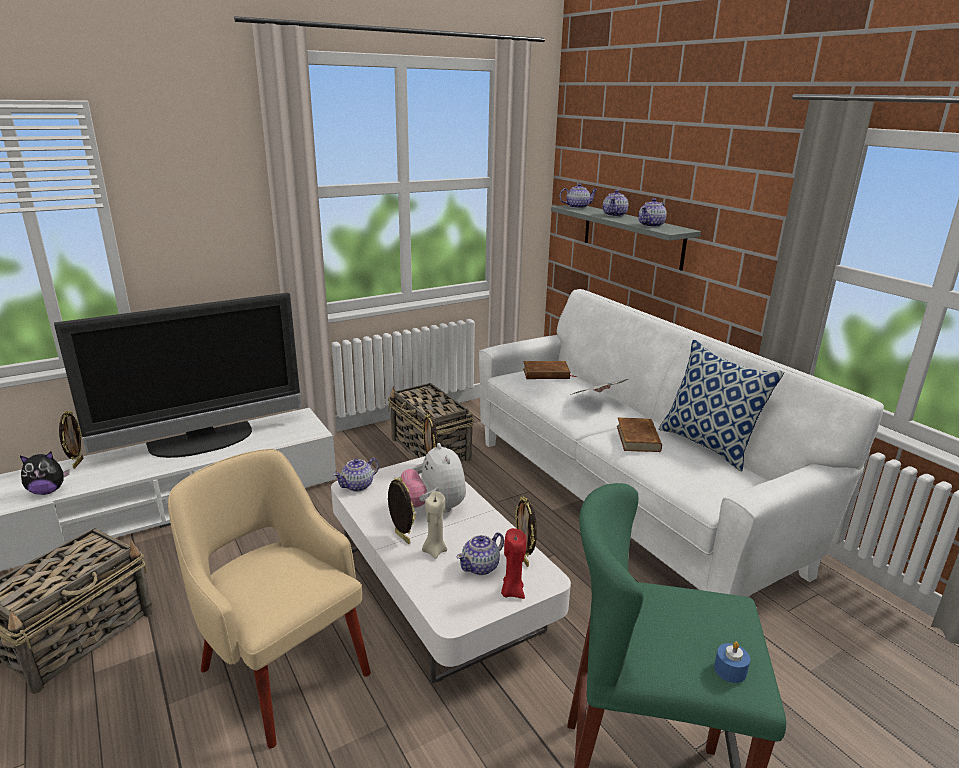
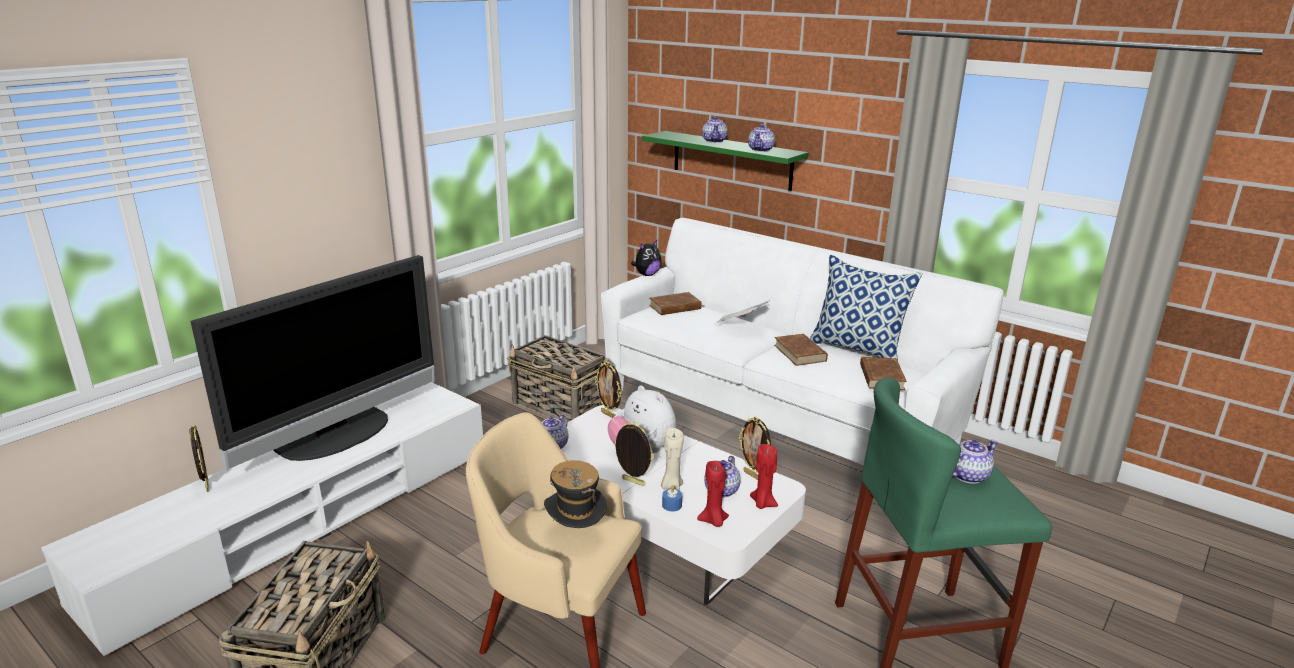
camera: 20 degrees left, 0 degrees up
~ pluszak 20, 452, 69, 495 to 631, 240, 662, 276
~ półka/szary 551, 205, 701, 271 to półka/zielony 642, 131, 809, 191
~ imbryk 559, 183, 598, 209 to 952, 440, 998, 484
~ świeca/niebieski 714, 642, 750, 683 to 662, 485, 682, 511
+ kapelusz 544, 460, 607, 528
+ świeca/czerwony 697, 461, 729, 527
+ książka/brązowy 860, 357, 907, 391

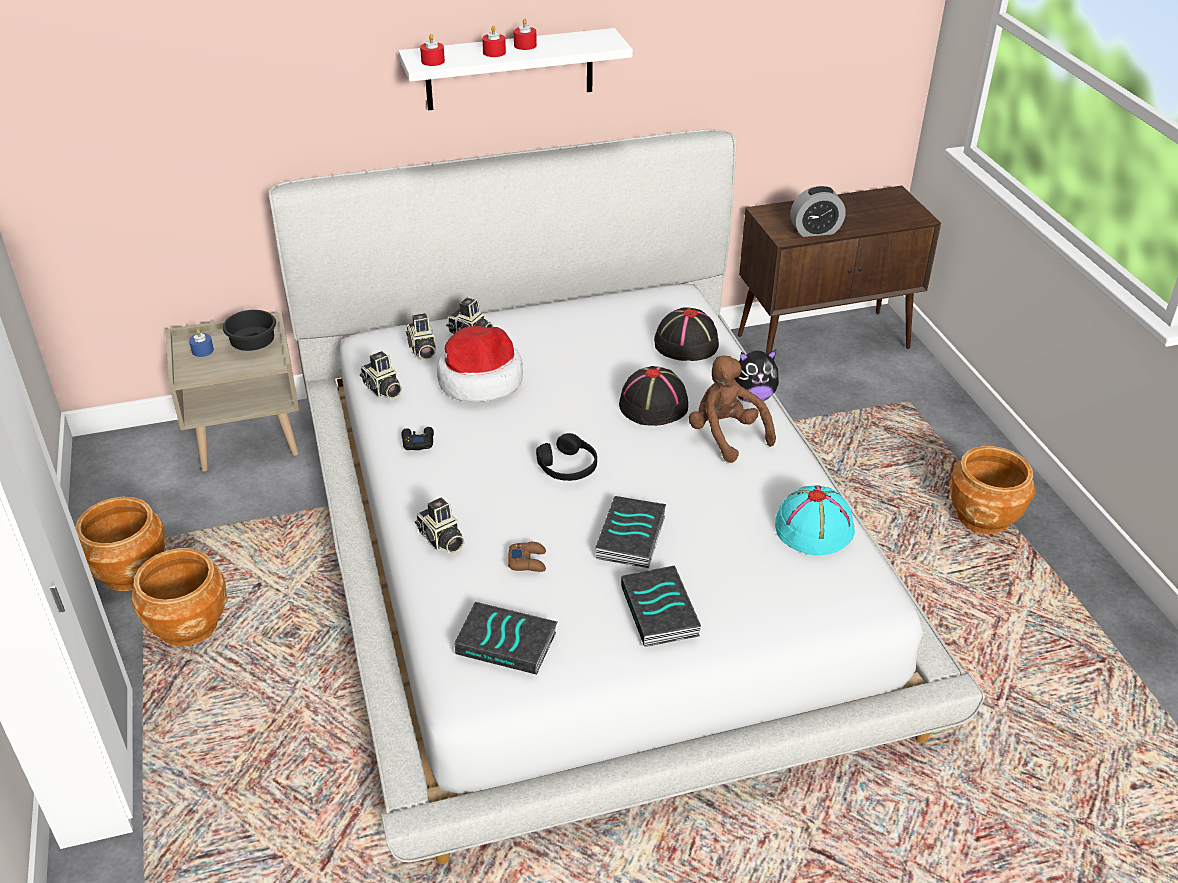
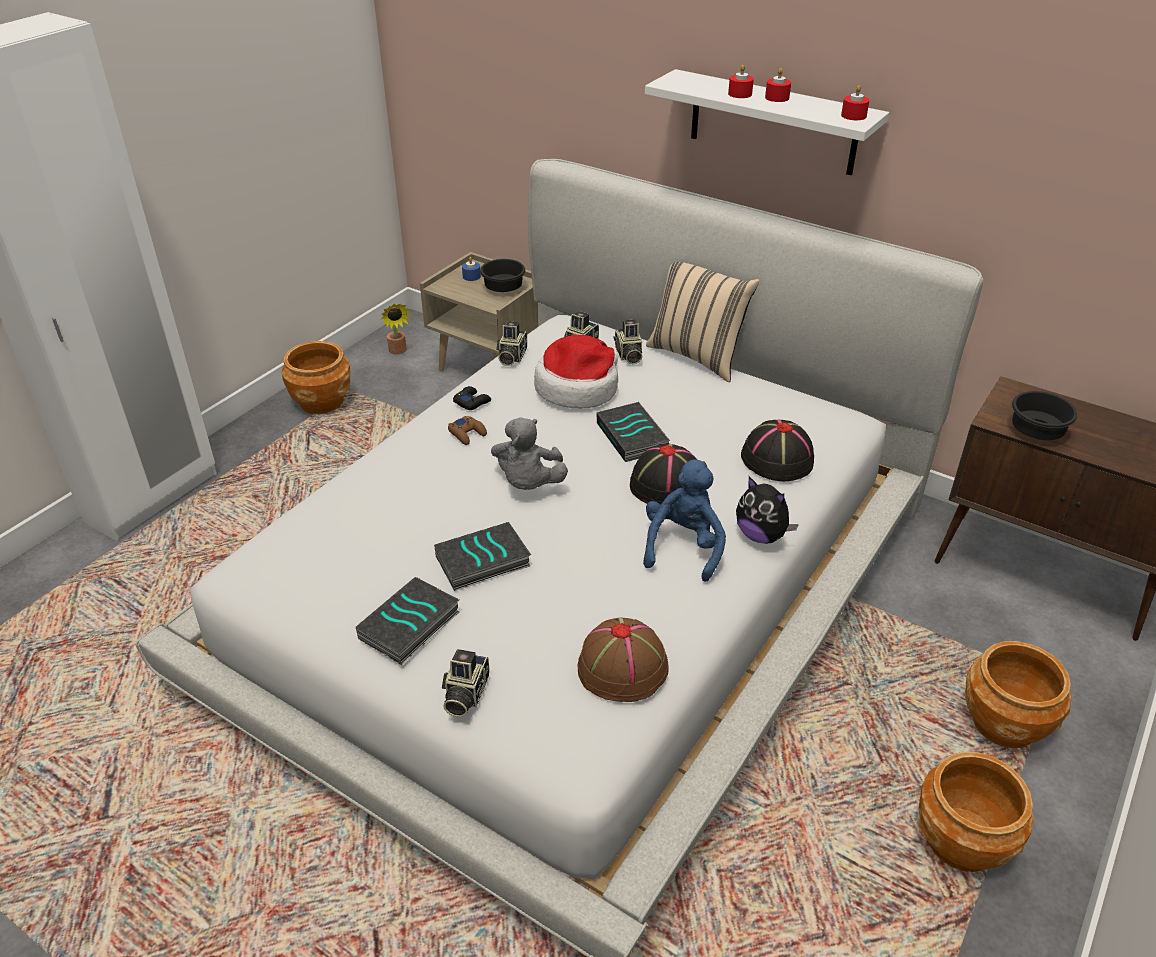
camera: 50 degrees right, 0 degrees up
~ donica/brązowy 132, 548, 228, 646 to 965, 641, 1071, 748
~ aparat fotograficzny 415, 498, 465, 553 to 442, 649, 489, 717
~ świeca/czerwony 420, 34, 445, 66 to 841, 85, 870, 120
~ książka 454, 602, 557, 675 to 597, 402, 670, 462
~ pad do gier/brązowy 508, 542, 546, 572 to 448, 416, 487, 445
~ słuchawki/czarny 536, 433, 597, 481 to pluszak/szary 491, 417, 568, 490
~ pluszak/brązowy 689, 355, 776, 463 to pluszak/niebieski 643, 459, 726, 582
~ kapelusz/turkusowy 775, 485, 855, 556 to kapelusz/brązowy 578, 617, 669, 702
~ budzik 790, 186, 846, 237 to miska/czarny 1012, 391, 1077, 440
+ roślina doniczkowa 381, 304, 411, 355
+ poduszka/beżowy 646, 262, 759, 382

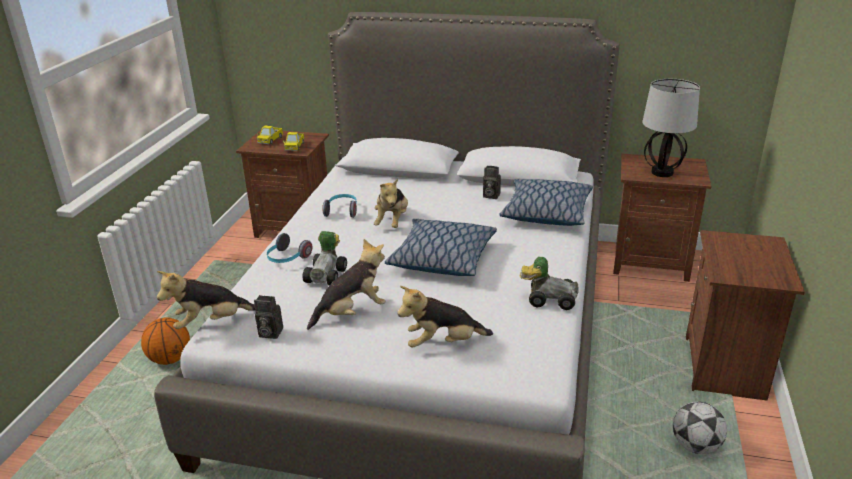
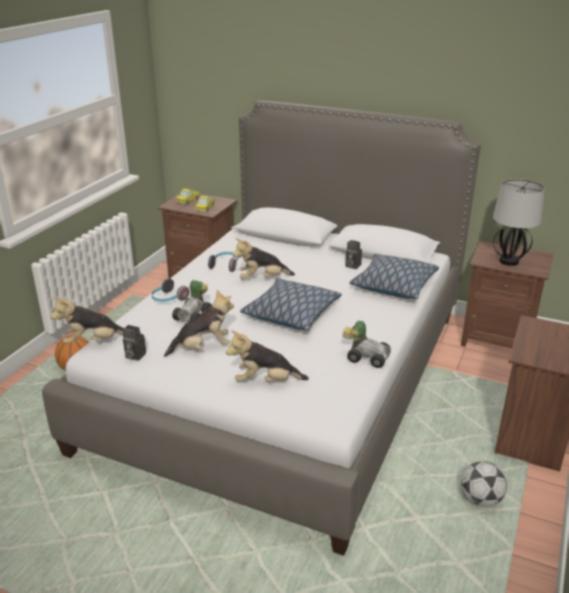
camera: 10 degrees right, 0 degrees up
~ pluszak 374, 179, 408, 228 = 233, 238, 295, 279 60 degrees clockwise

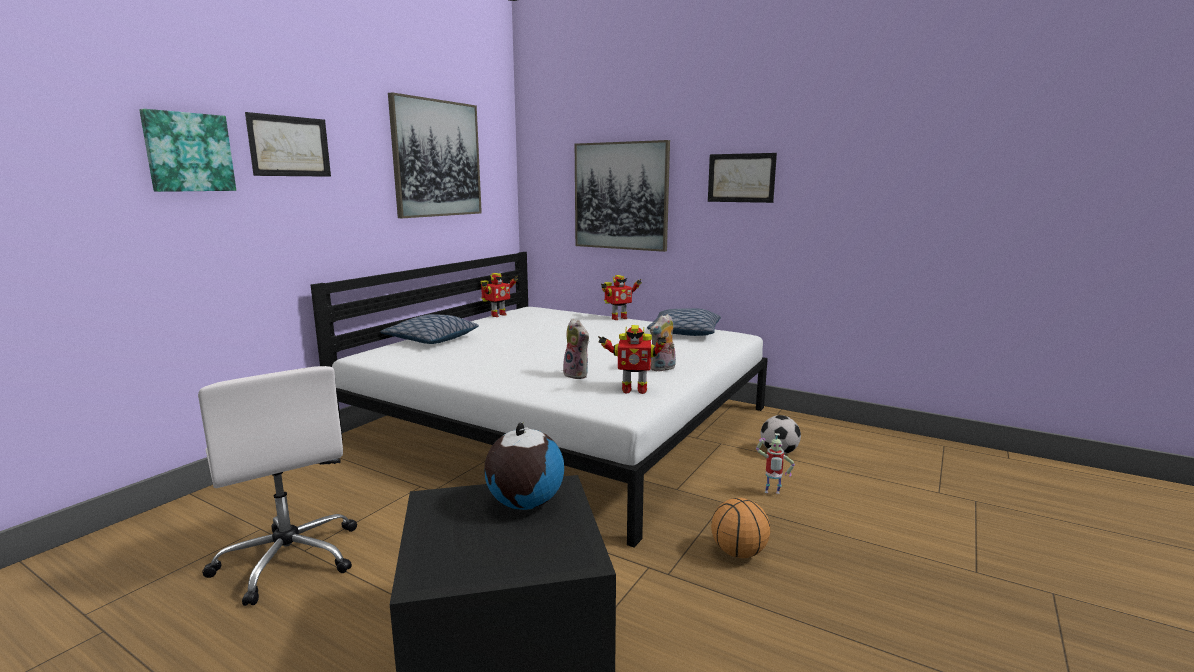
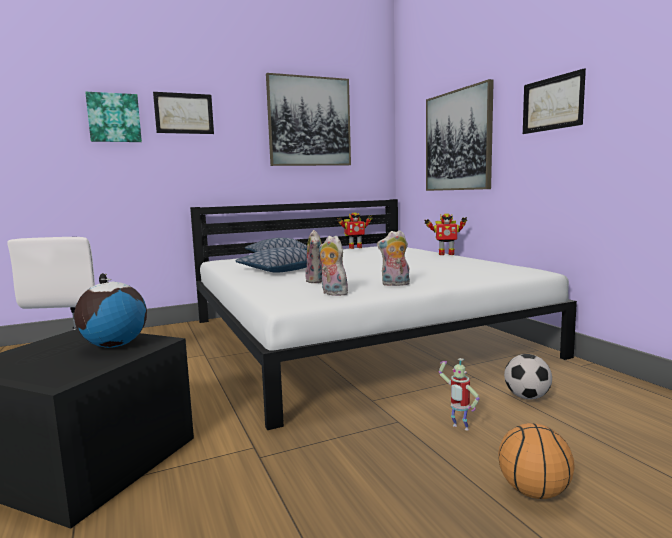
camera: 35 degrees right, 5 degrees down
~ robot zabawkowy 598, 325, 666, 394 to pluszak 319, 236, 348, 296
~ poduszka 647, 308, 721, 336 to 235, 247, 307, 273
~ piłka do koszykówki 711, 498, 770, 558 to 498, 423, 575, 499

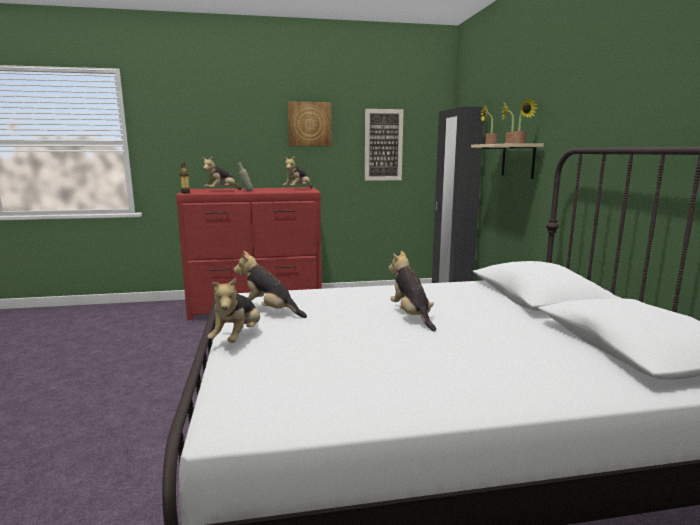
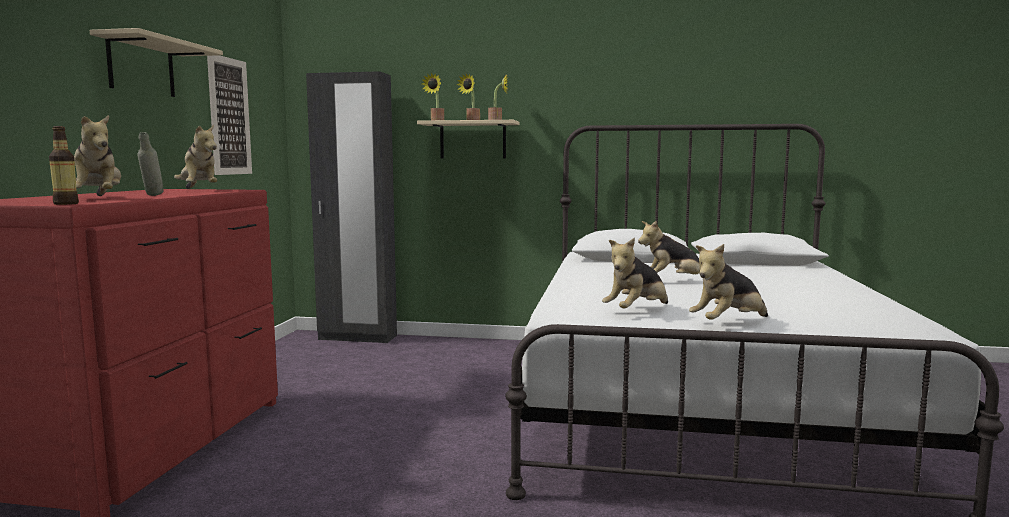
camera: 70 degrees left, 5 degrees down
~ pluszak 208, 278, 260, 343 = 689, 244, 768, 320 120 degrees clockwise
~ obraz 288, 102, 331, 146 to półka/beżowy 90, 28, 223, 97

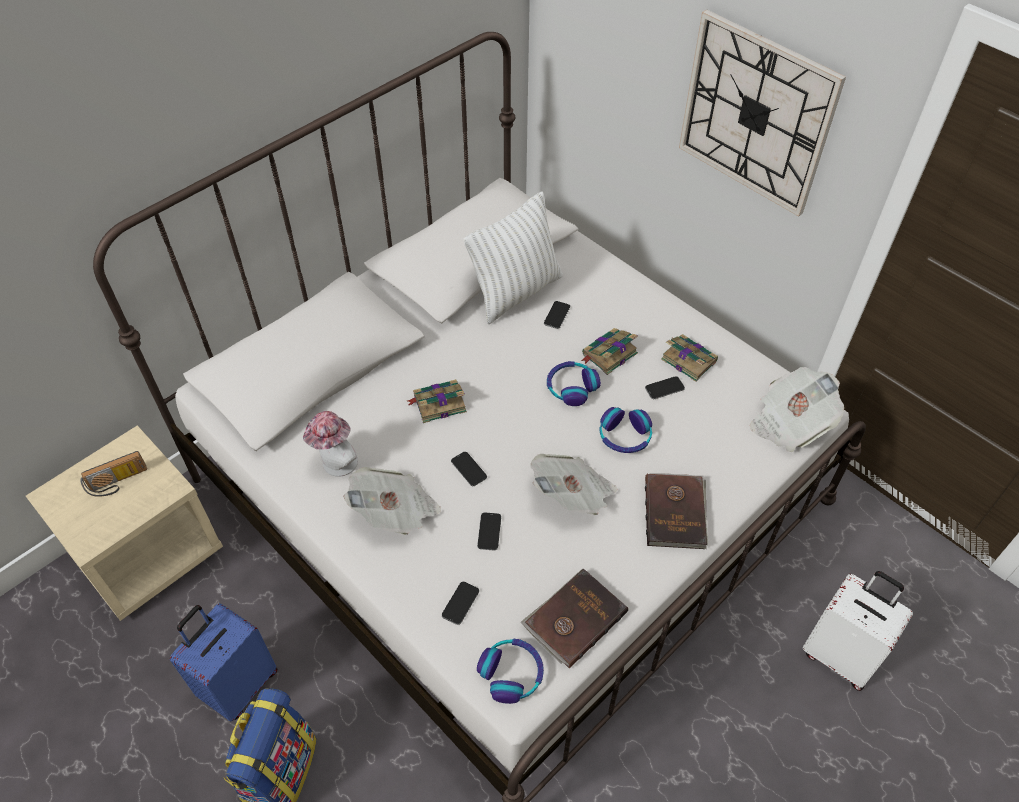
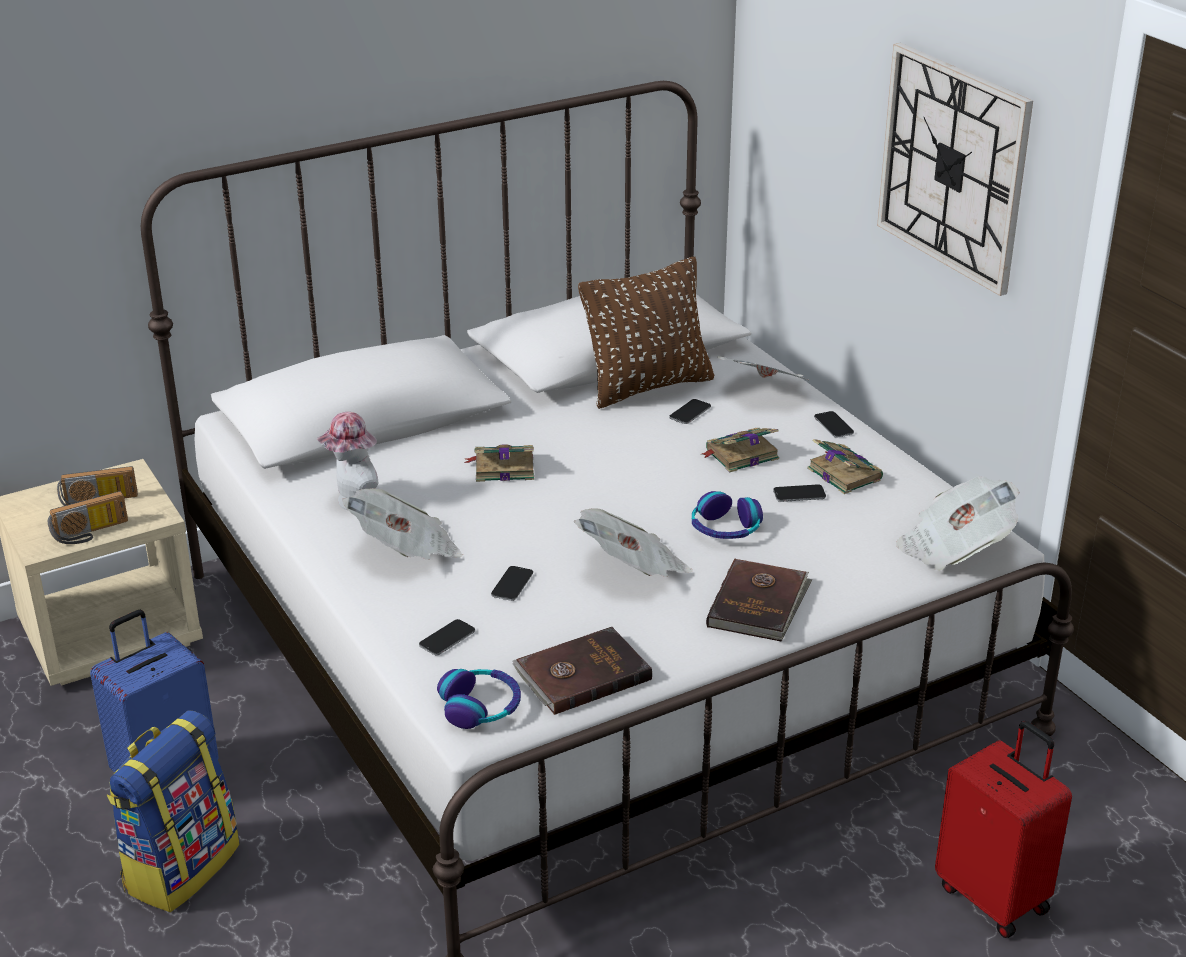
camera: 15 degrees right, 20 degrees down
~ telefon 451, 452, 487, 486 to 814, 411, 854, 438
~ poduszka/biały 464, 191, 563, 324 to poduszka/brązowy 578, 257, 714, 409
- słuchawki 547, 361, 601, 406
~ walizka/biały 803, 571, 913, 691 to walizka/czerwony 935, 721, 1072, 938
+ radio 48, 491, 128, 544
+ gazeta 717, 356, 808, 380

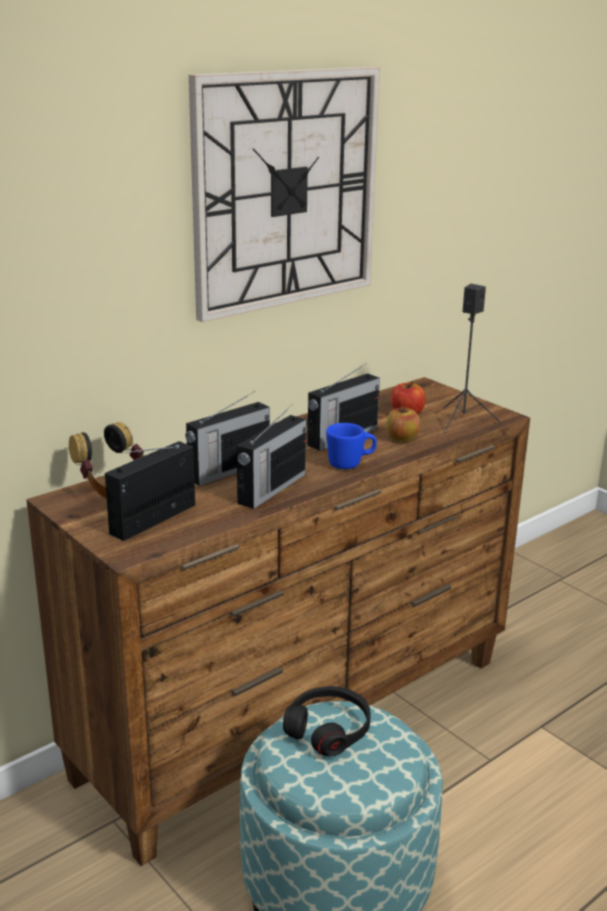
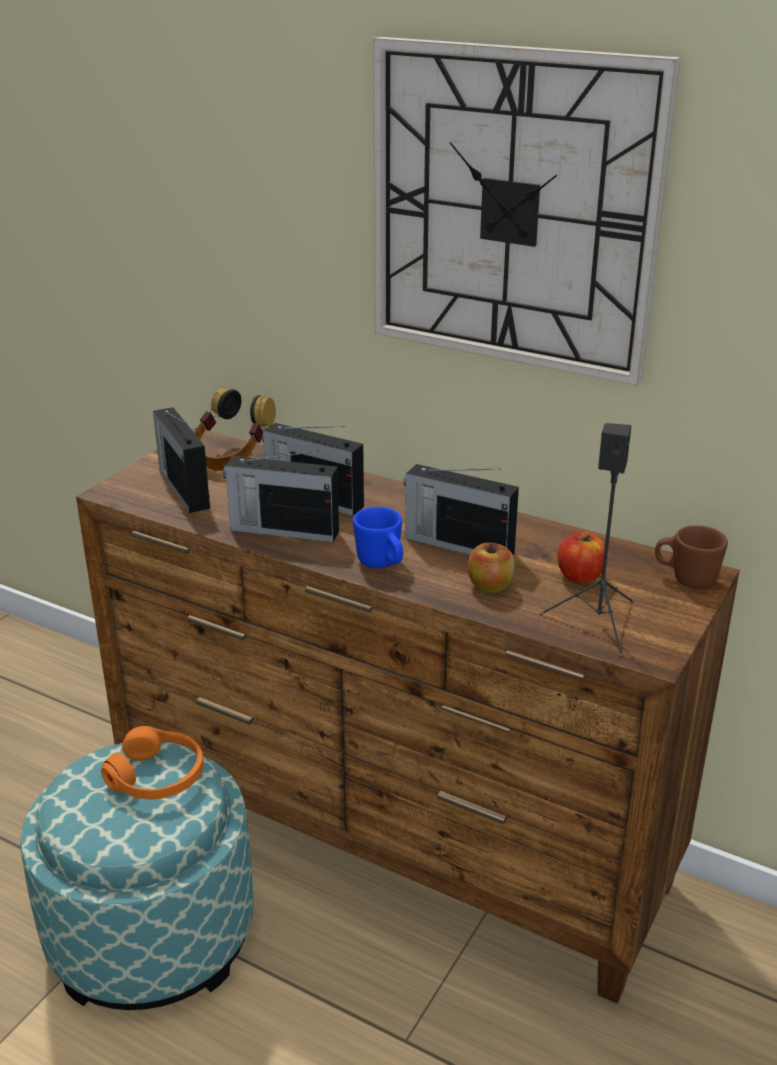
camera: 70 degrees right, 5 degrees up
~ radio 105, 441, 195, 541 = 153, 407, 210, 513 135 degrees counterclockwise
~ słuchawki/czarny 283, 686, 371, 757 to słuchawki/pomarańczowy 101, 726, 204, 800
+ kubek/brązowy 655, 525, 728, 589

